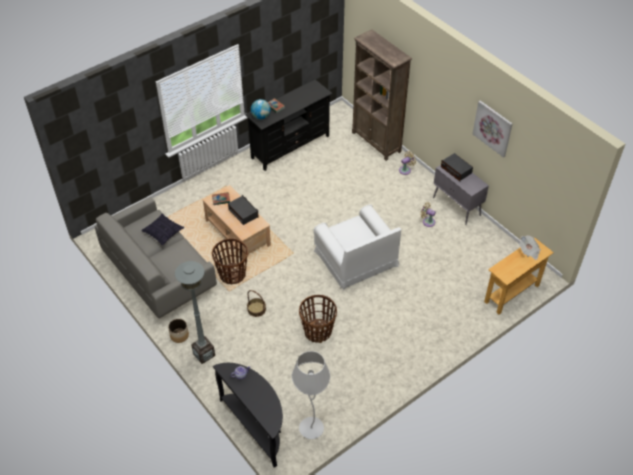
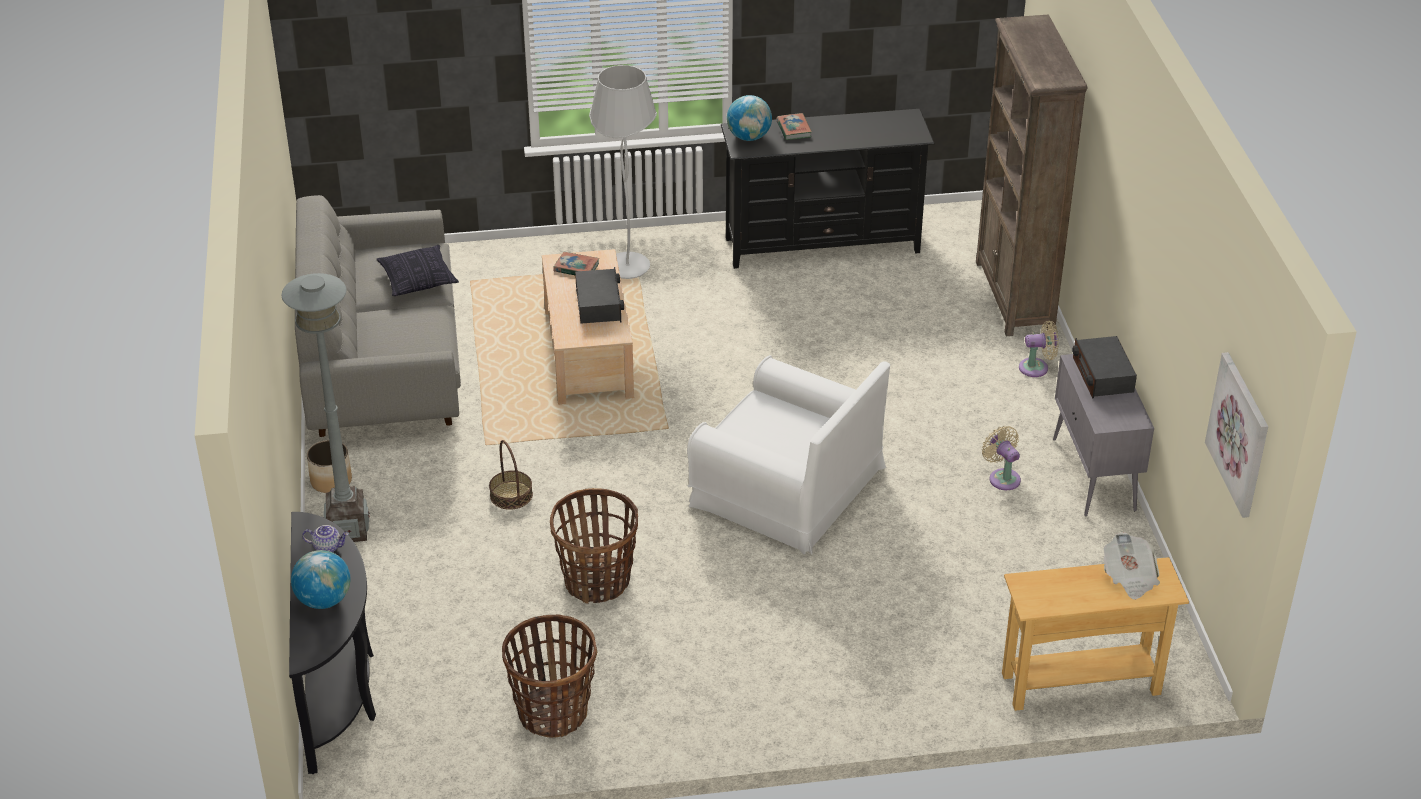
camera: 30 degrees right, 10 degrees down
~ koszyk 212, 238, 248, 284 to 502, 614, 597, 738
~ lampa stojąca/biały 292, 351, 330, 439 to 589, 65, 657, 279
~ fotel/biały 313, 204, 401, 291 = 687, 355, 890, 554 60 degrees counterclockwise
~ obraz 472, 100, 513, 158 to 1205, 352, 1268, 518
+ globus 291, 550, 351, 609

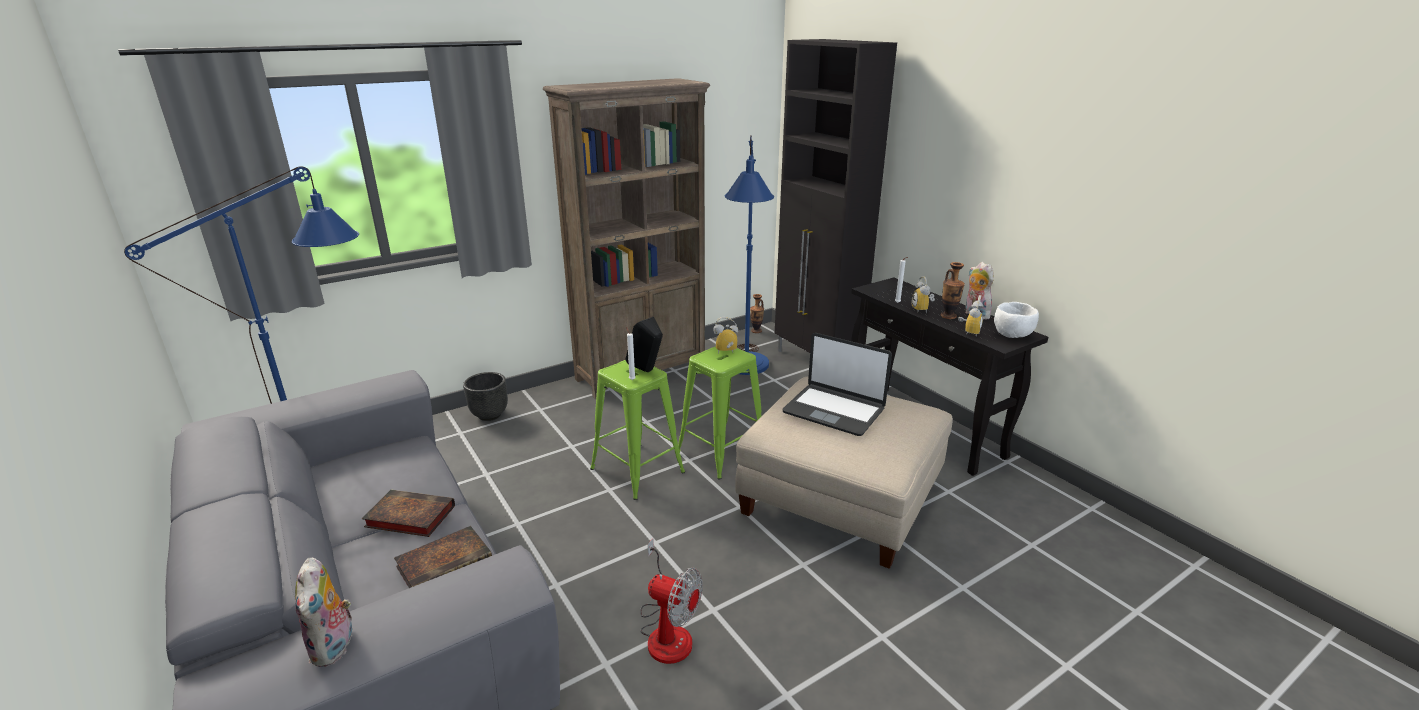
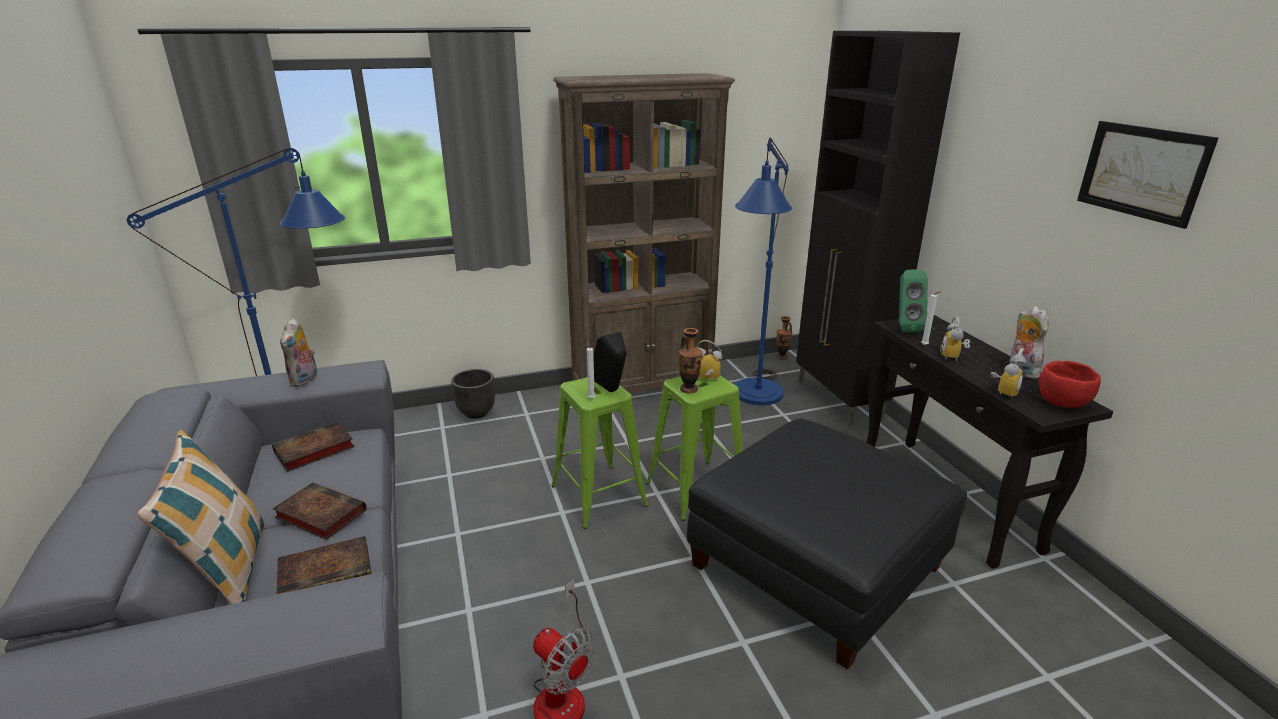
camera: 15 degrees right, 0 degrees up
~ pluszak 295, 558, 353, 667 to 280, 318, 317, 387
~ pufa/beżowy 735, 376, 953, 569 to pufa/czarny 687, 419, 967, 670
- laptop 783, 333, 892, 436
~ wazon 940, 262, 965, 319 to 678, 328, 702, 393
~ miska/biały 994, 302, 1039, 338 to miska/czerwony 1039, 361, 1101, 408
+ poduszka 137, 430, 265, 605
+ książka 272, 421, 355, 472
+ głośnik/zielony 899, 269, 928, 333
+ obraz 1077, 121, 1218, 229

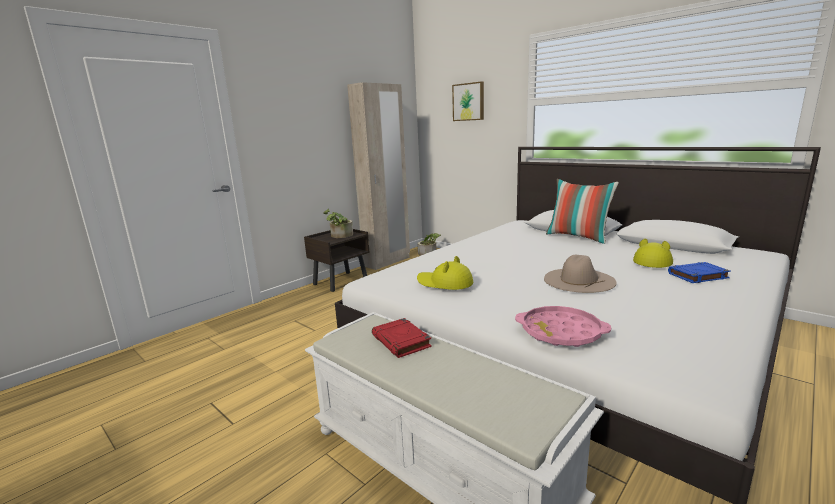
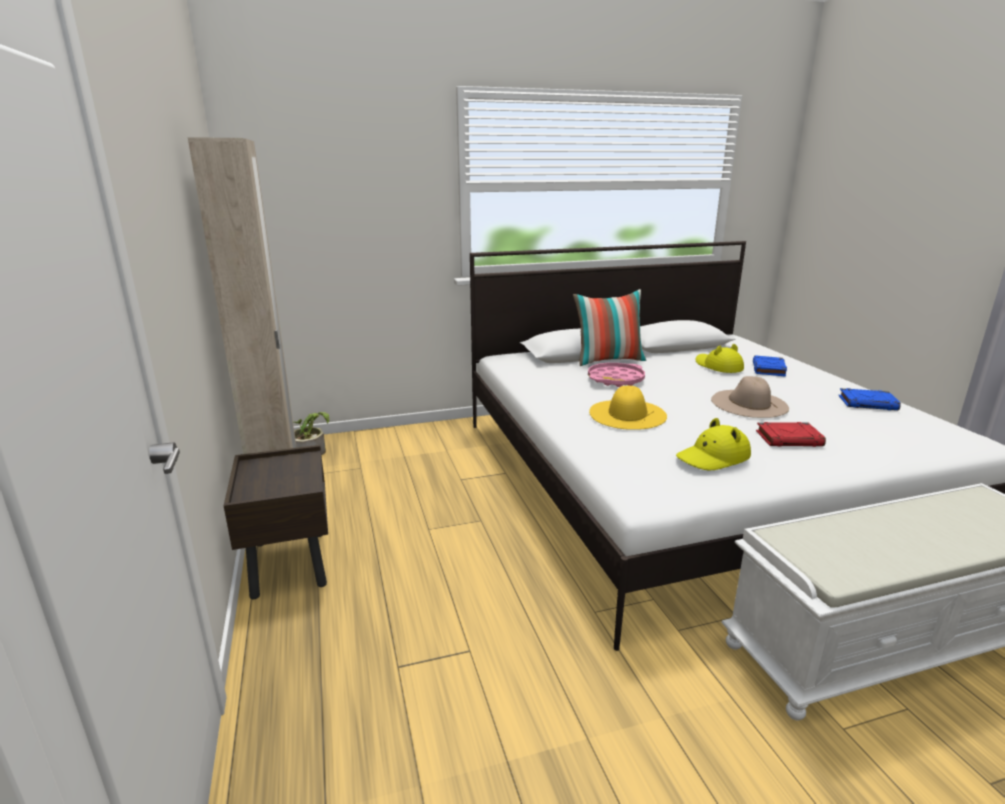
camera: 60 degrees left, 5 degrees up
- roślina doniczkowa 323, 209, 353, 238
~ książka/czerwony 372, 318, 432, 358 to 756, 422, 826, 447
- obraz 452, 81, 484, 121
~ taca/różowy 515, 306, 611, 347 to 588, 363, 645, 387
+ kapelusz/żółty 589, 386, 667, 430
+ książka/niebieski 838, 388, 901, 410

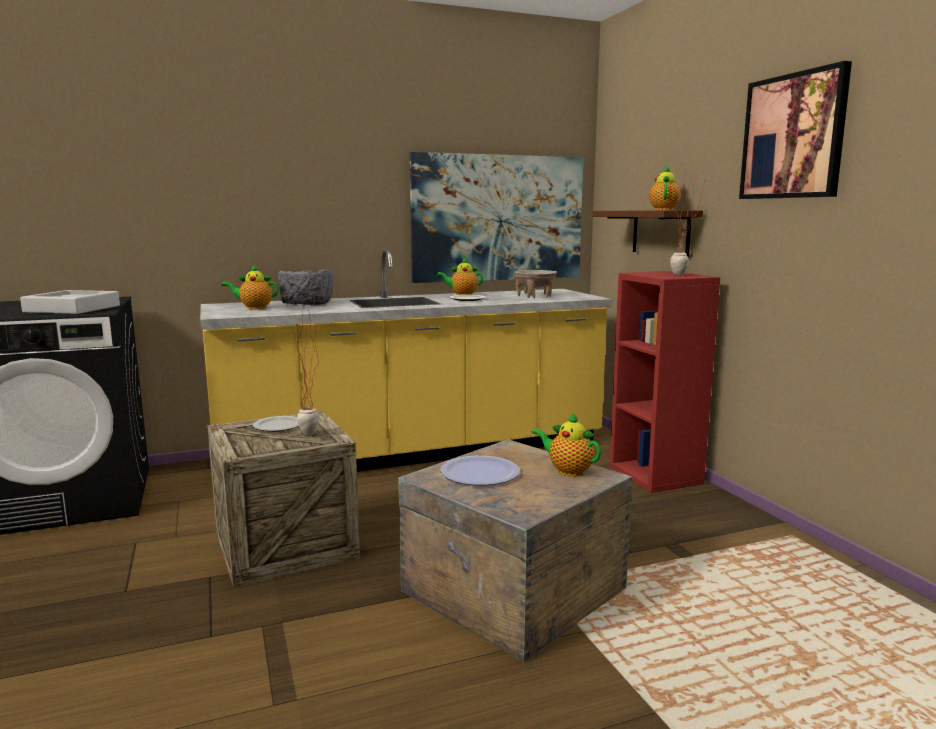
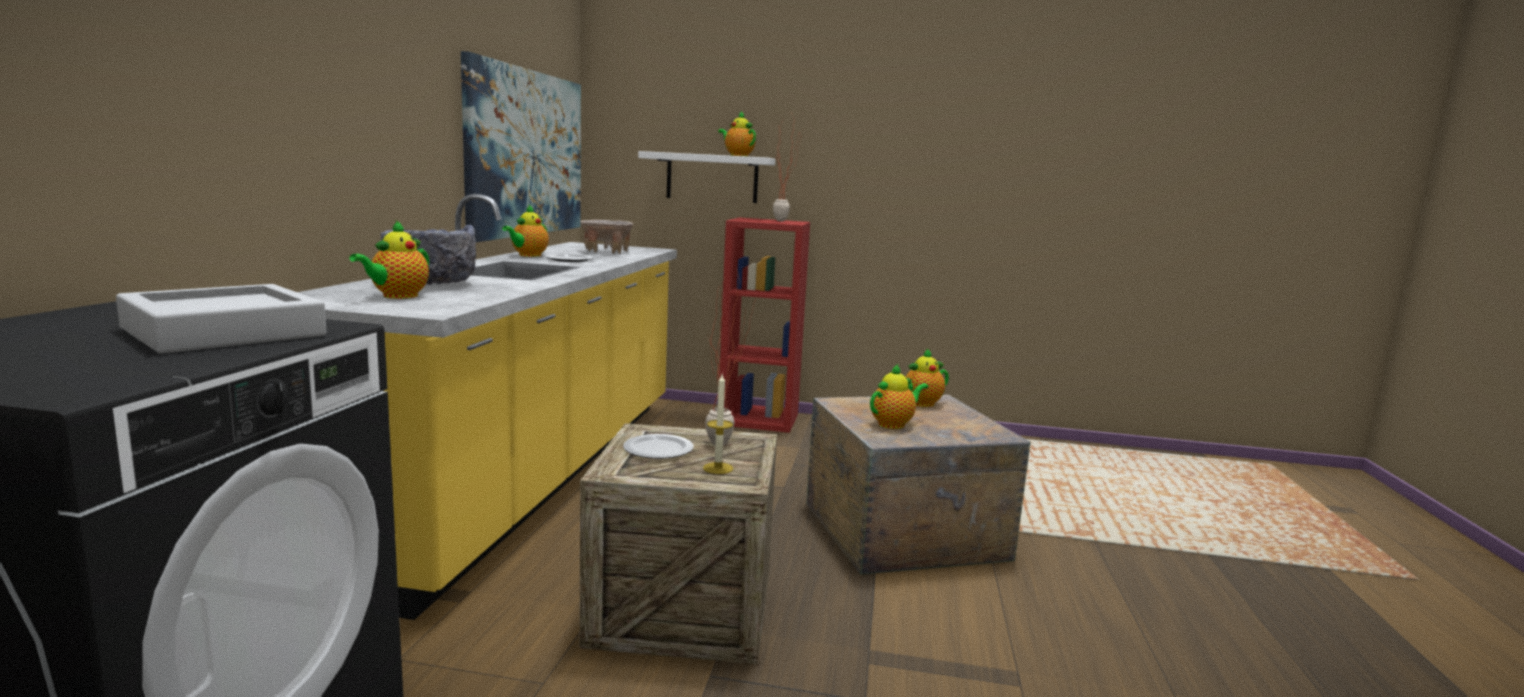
camera: 60 degrees left, 0 degrees up
~ talerz 440, 456, 520, 485 to imbryk 870, 364, 929, 429
~ półka/brązowy 593, 210, 703, 257 to półka/biały 638, 151, 775, 203
- obraz 739, 61, 852, 199
+ świeca 703, 374, 733, 474

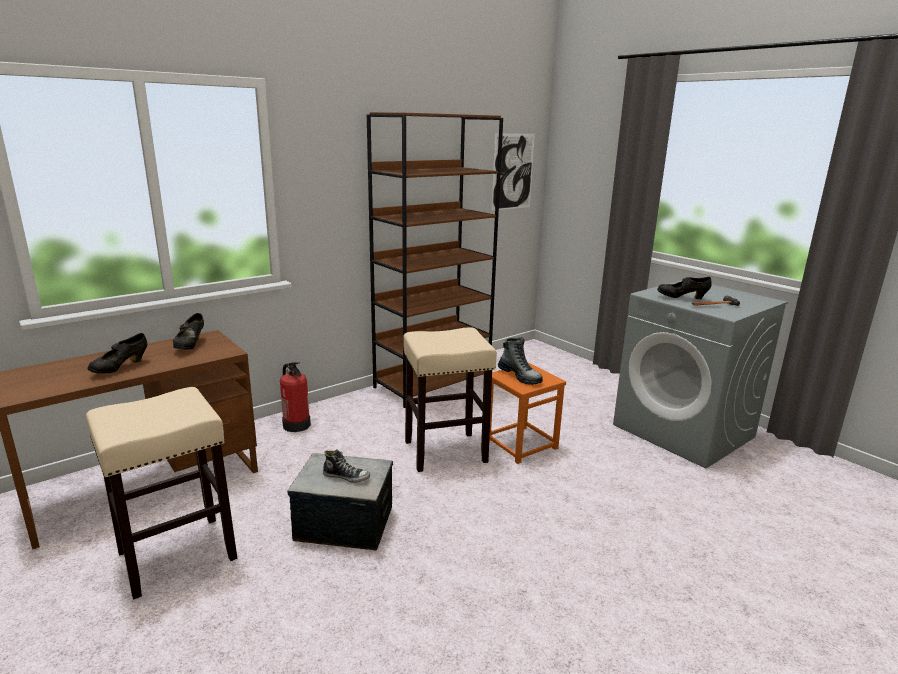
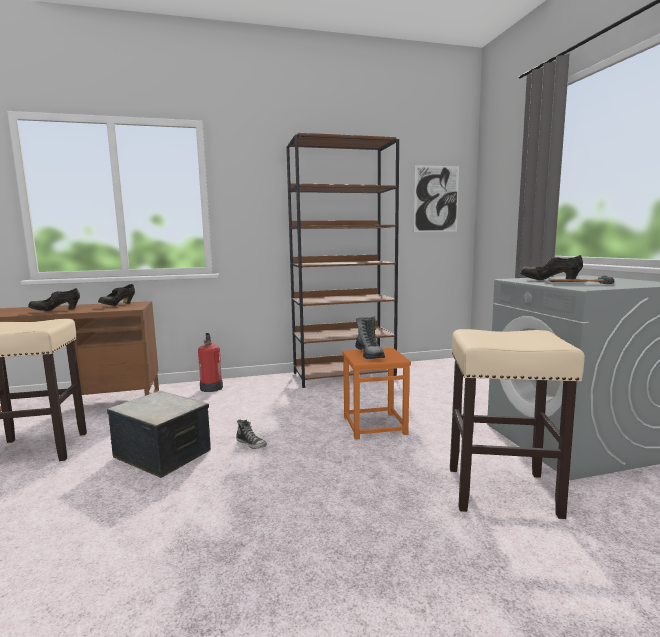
camera: 25 degrees right, 10 degrees down
~ but 323, 449, 370, 483 to 236, 419, 267, 449
~ stołek/beżowy 403, 327, 497, 472 to 450, 329, 585, 519

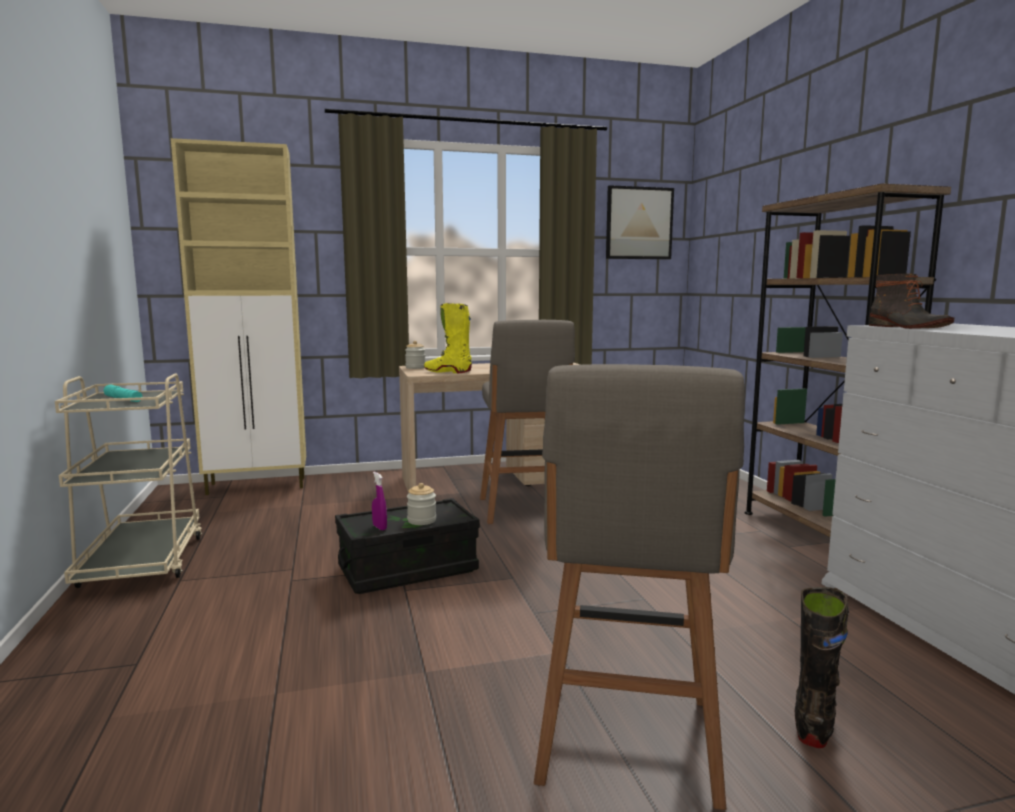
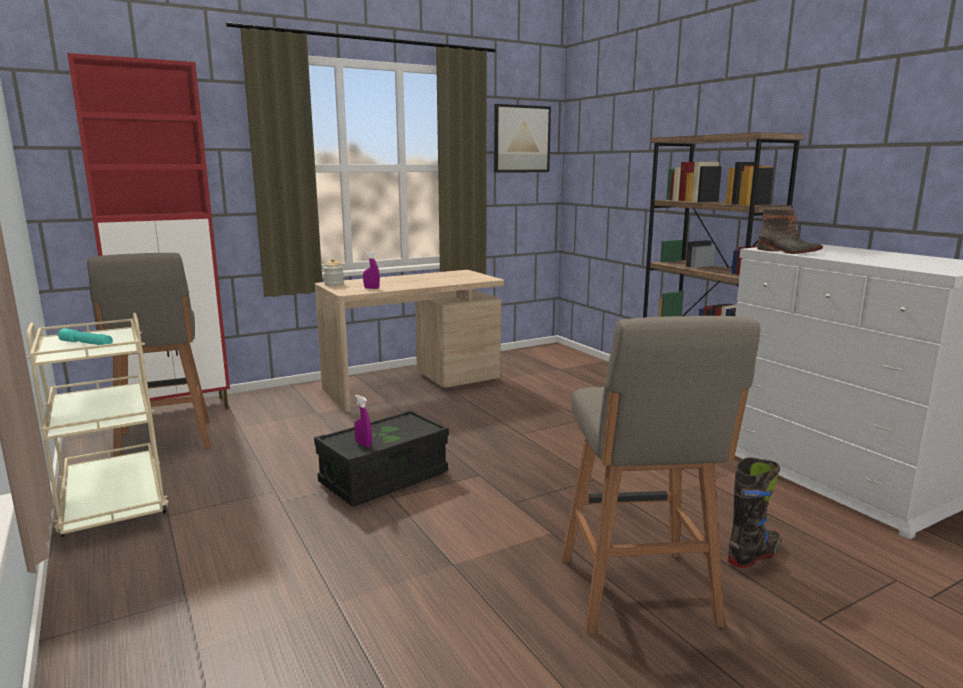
camera: 15 degrees left, 5 degrees up
~ szafka/beżowy 171, 138, 306, 495 to szafka/czerwony 67, 53, 230, 410
- słoik 407, 483, 436, 525
~ but z cholewką/żółty 424, 303, 472, 373 to spryskiwacz/fioletowy 363, 251, 380, 289
~ stołek/szary 480, 320, 575, 524 to 87, 253, 211, 457
~ but z cholewką/czarny 795, 587, 849, 748 = 728, 457, 782, 568 45 degrees clockwise

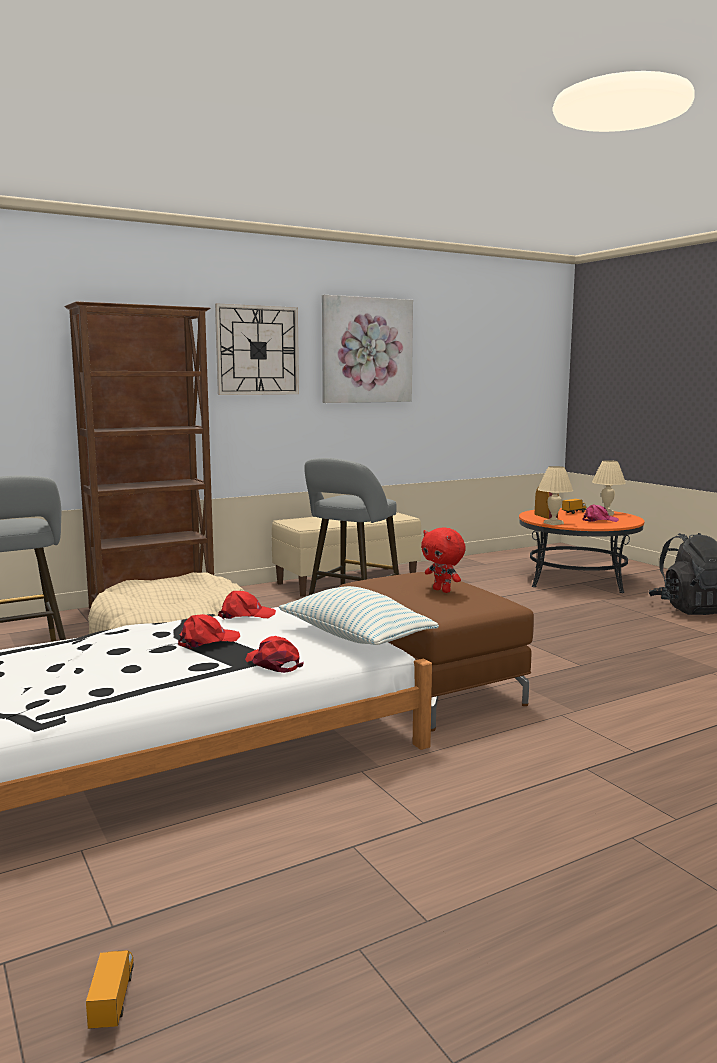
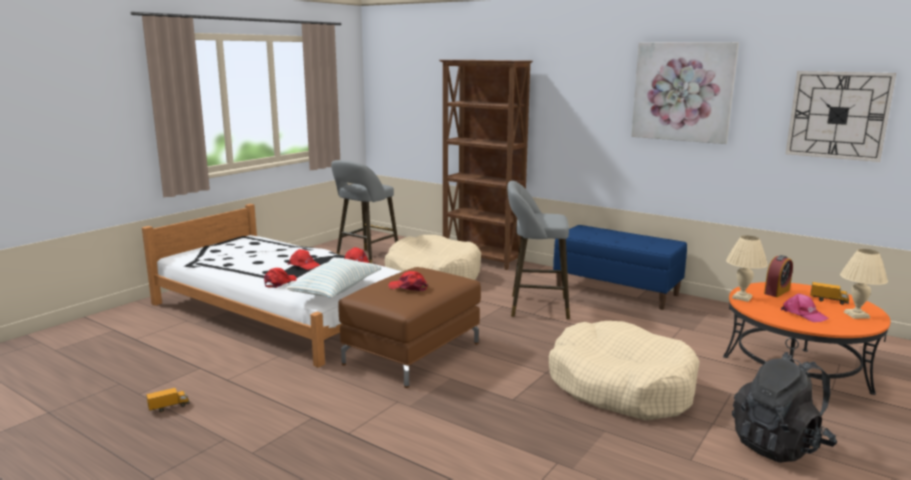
camera: 65 degrees right, 5 degrees up
~ ciężarówka zabawkowa 86, 950, 134, 1029 to 146, 388, 190, 412
~ zegar ścienny 215, 303, 299, 395 to 786, 71, 896, 162
~ ławka/beżowy 271, 512, 421, 597 to ławka/niebieski 553, 225, 687, 310
~ pluszak/czerwony 421, 527, 466, 593 to czapka z daszkiem/czerwony 388, 271, 428, 291
+ legowisko/beżowy 549, 321, 700, 421

